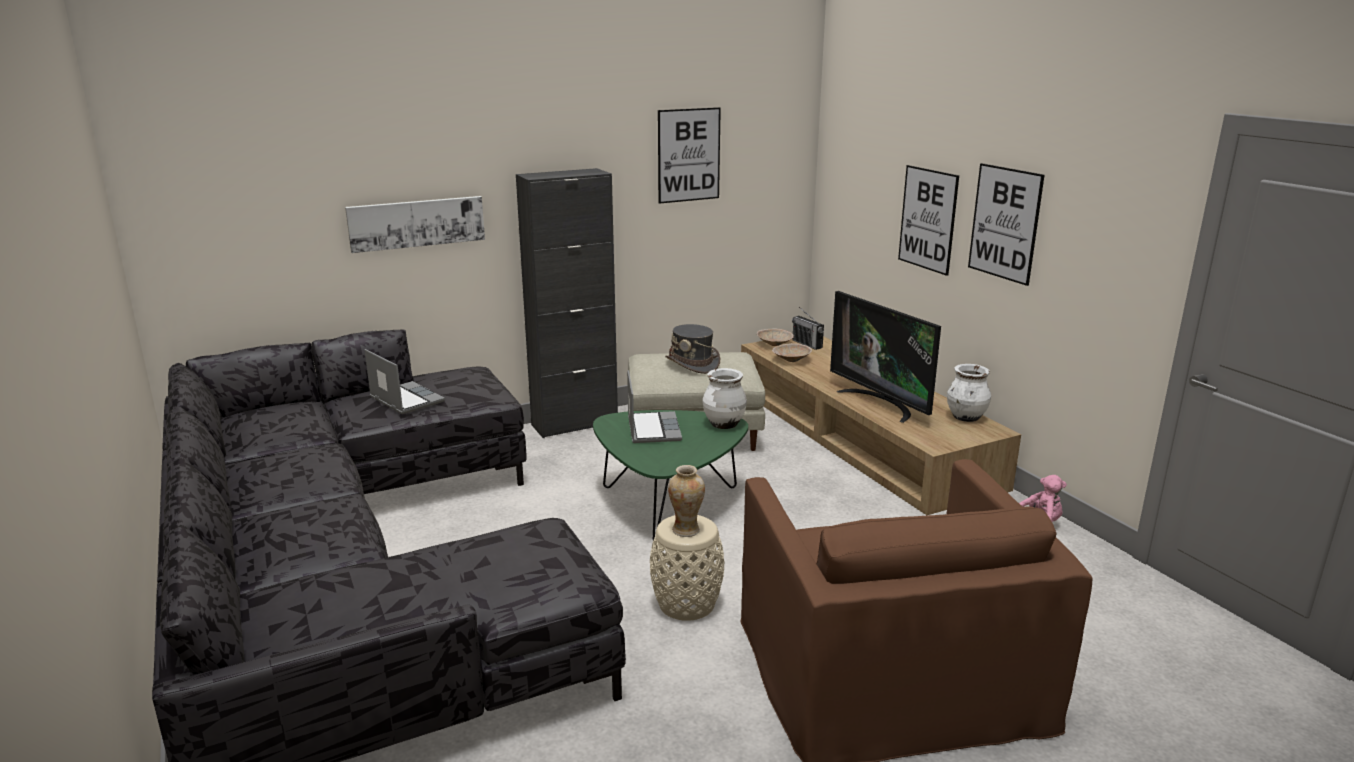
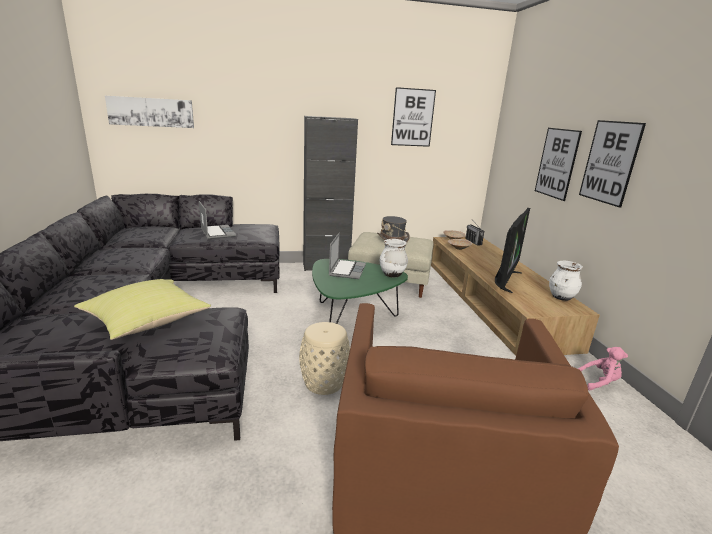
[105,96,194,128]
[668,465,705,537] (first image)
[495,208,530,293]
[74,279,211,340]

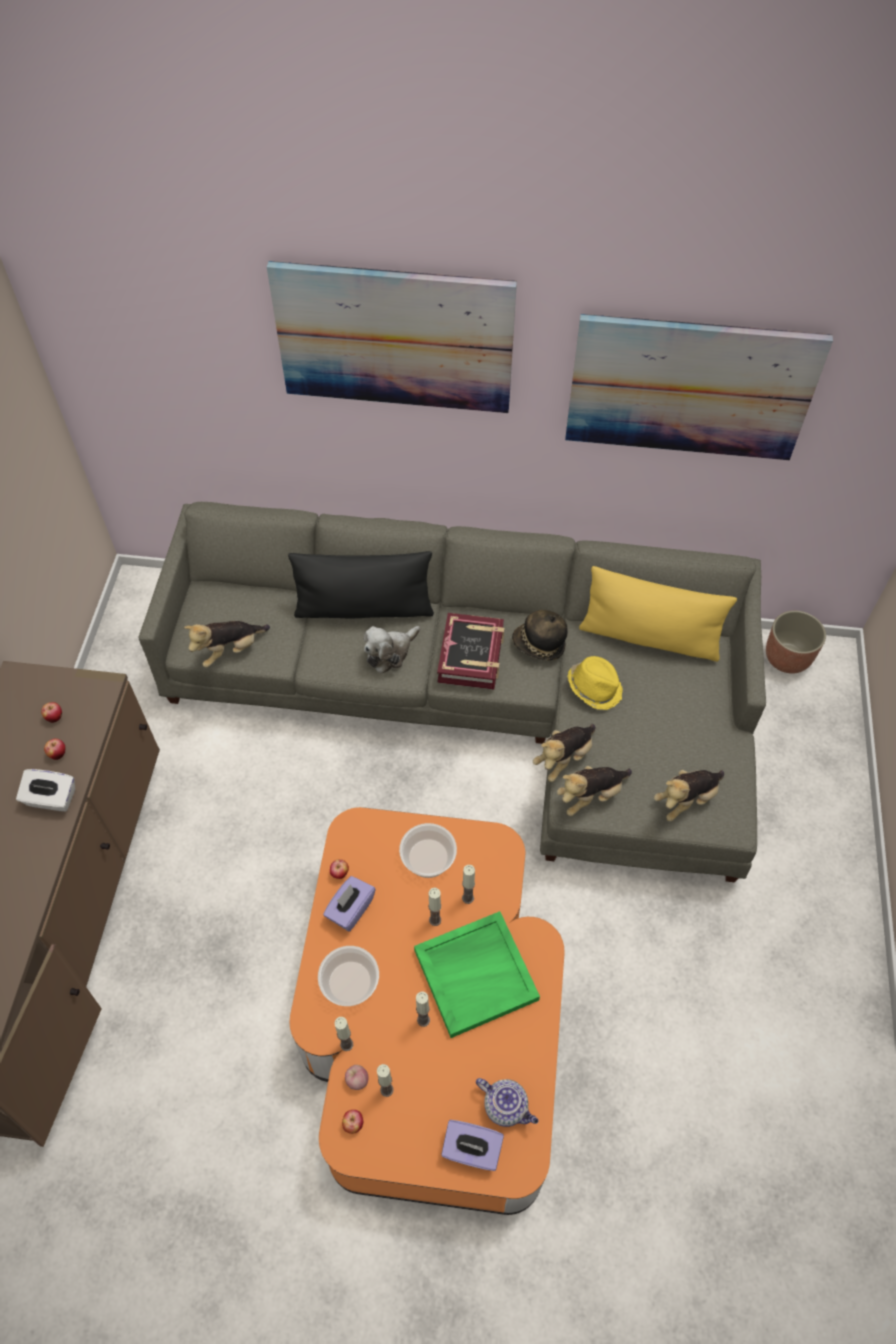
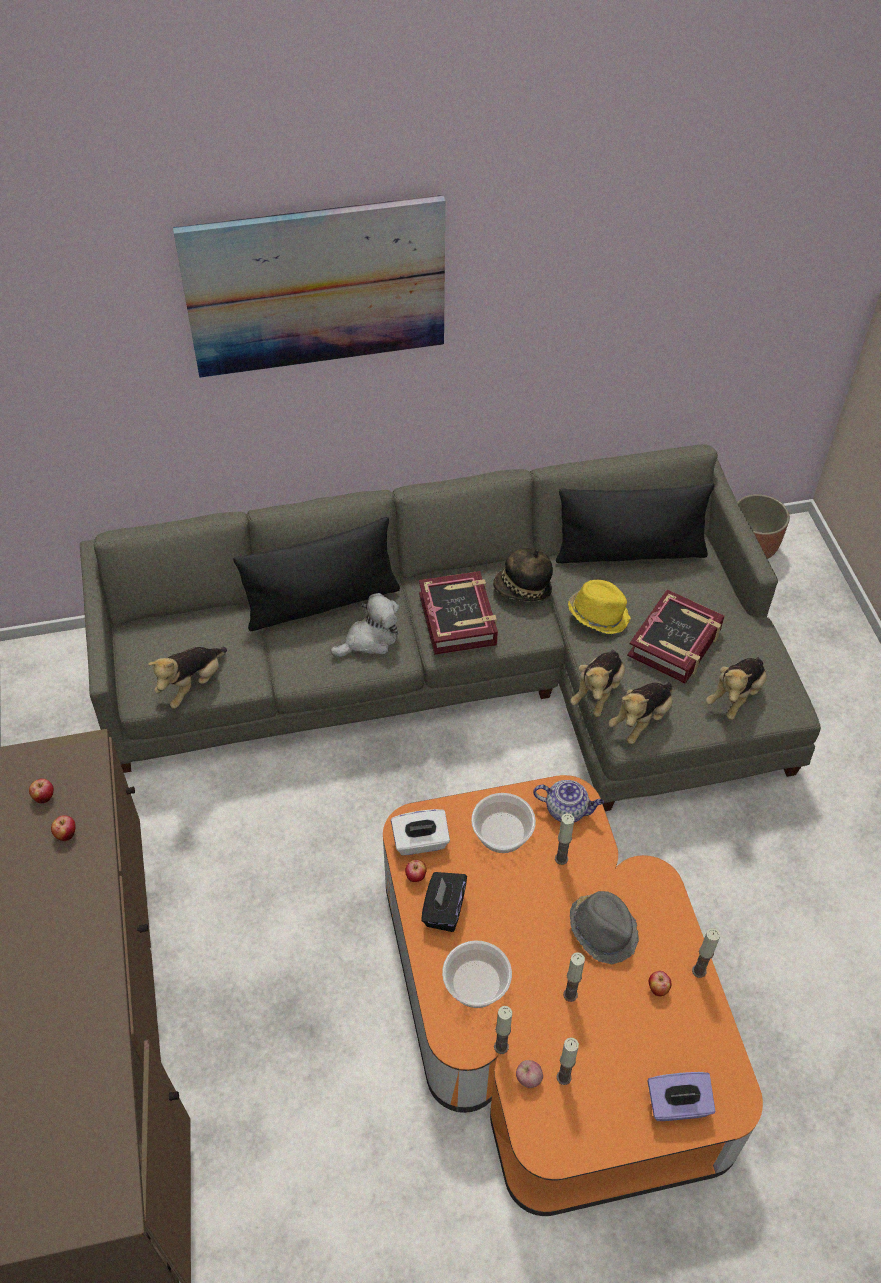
[391,809,450,856]
[421,872,467,932]
[649,971,671,996]
[331,593,399,657]
[570,891,639,964]
[692,928,720,978]
[533,780,604,822]
[565,314,833,460] (first image)
[556,483,714,563]
[627,590,725,684]

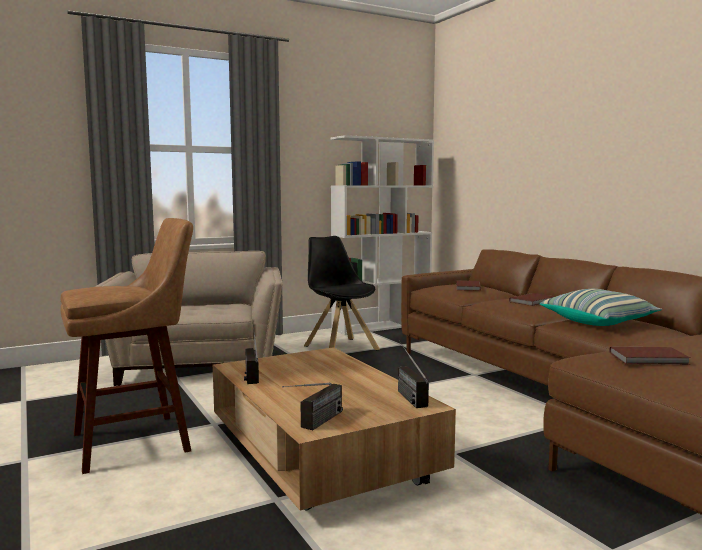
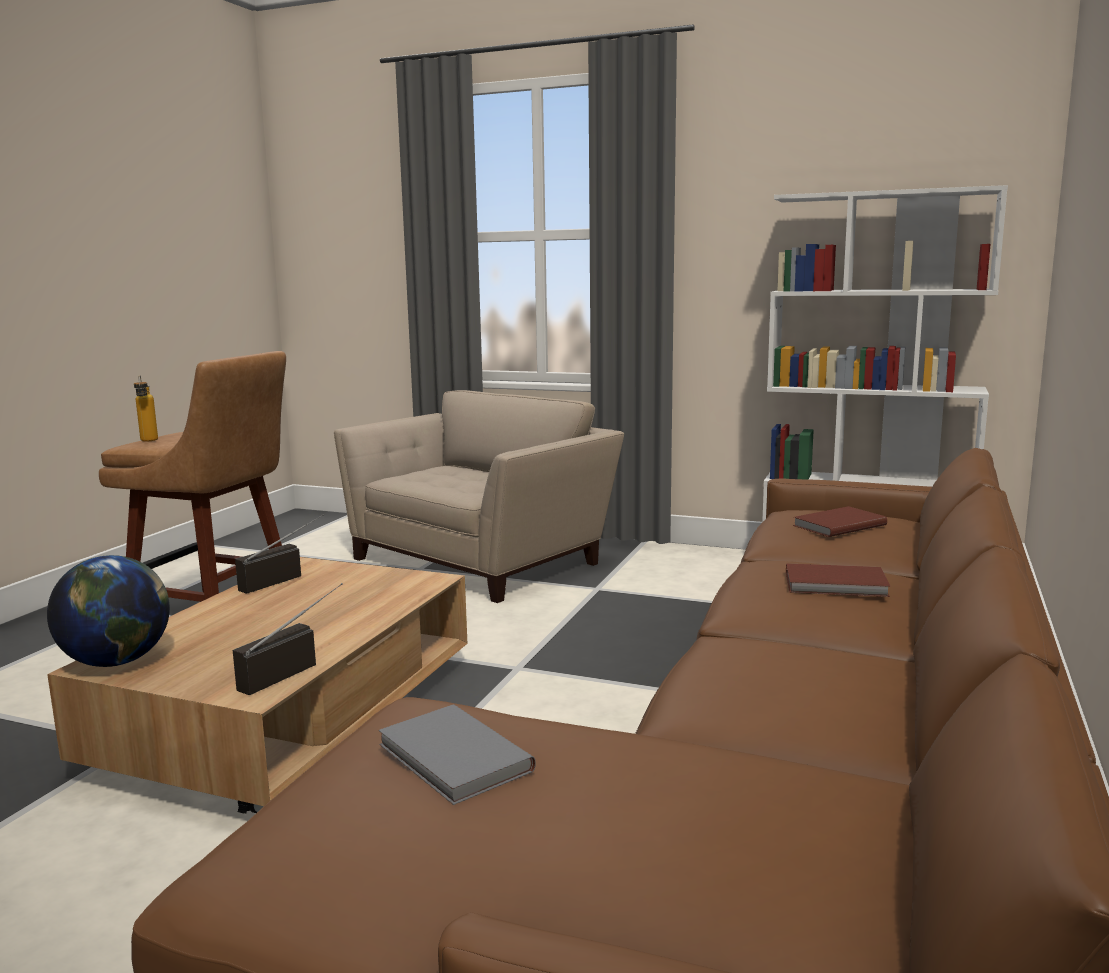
[47,555,170,667]
[304,236,380,350] (first image)
[540,289,662,326] (first image)
[379,705,536,805]
[134,375,158,442]

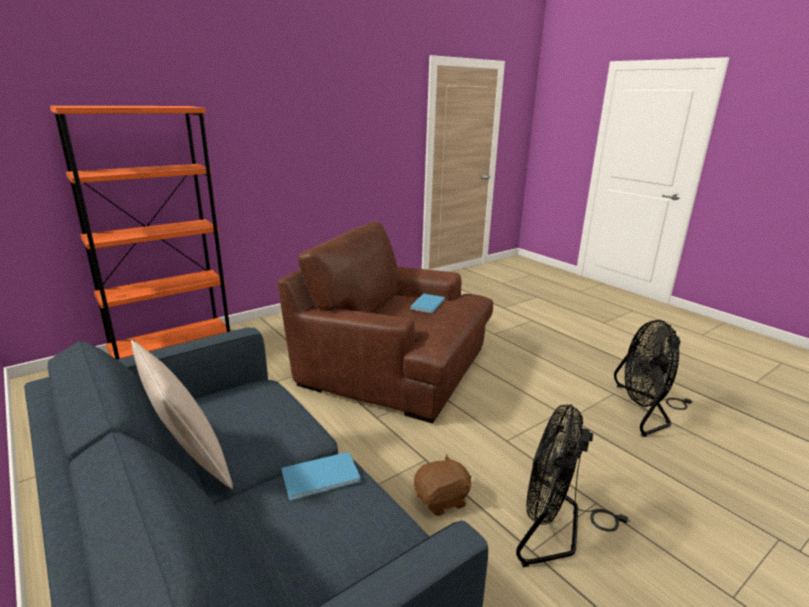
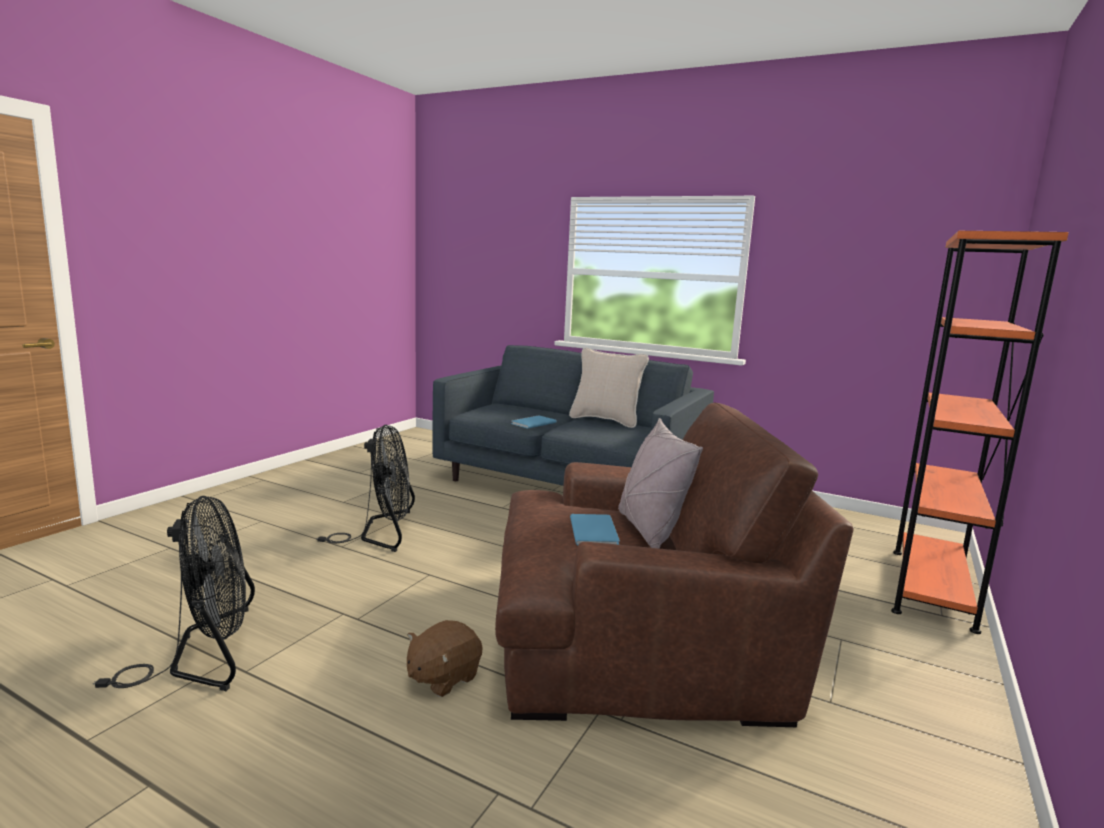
[407,620,483,697]
[618,418,703,549]

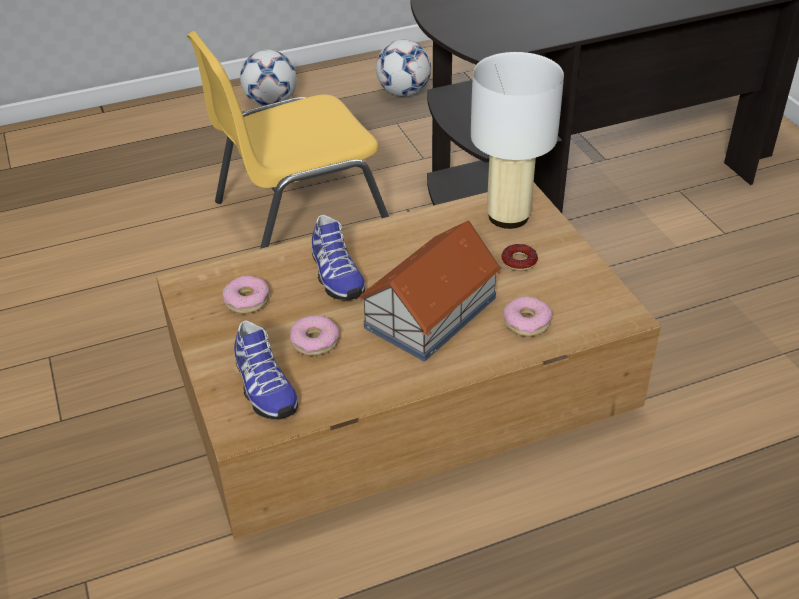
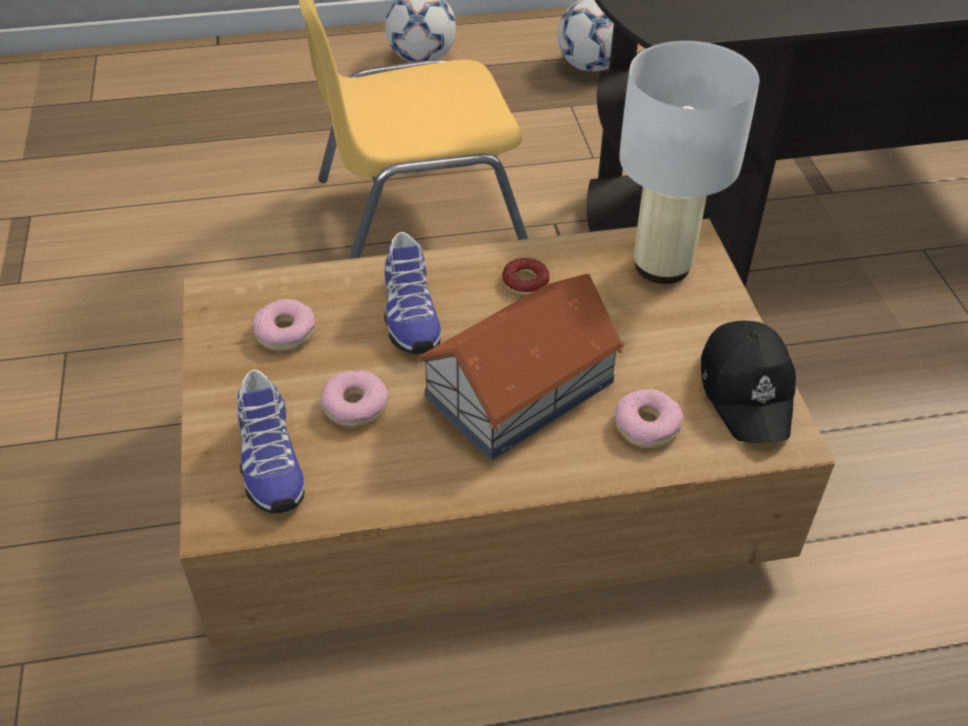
[502,258,550,295]
[701,321,796,443]

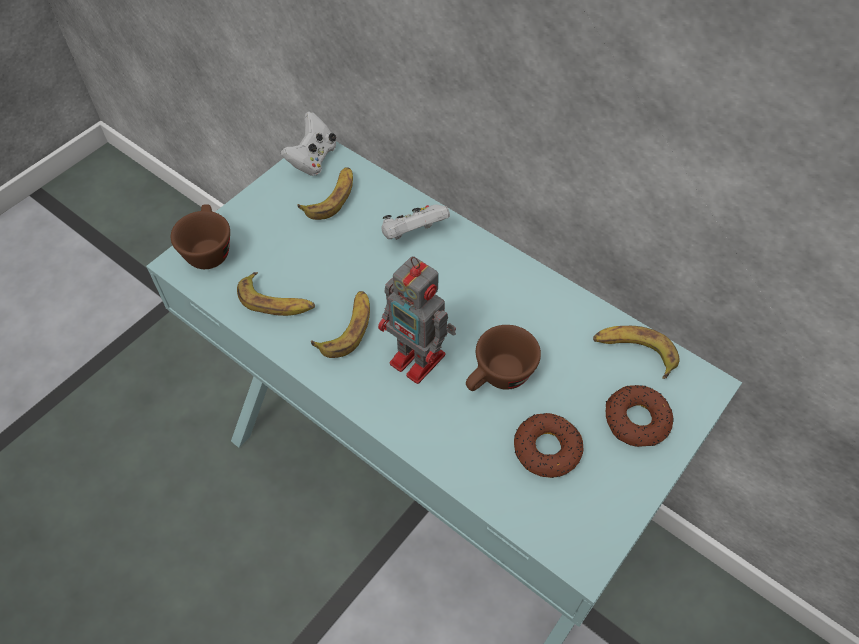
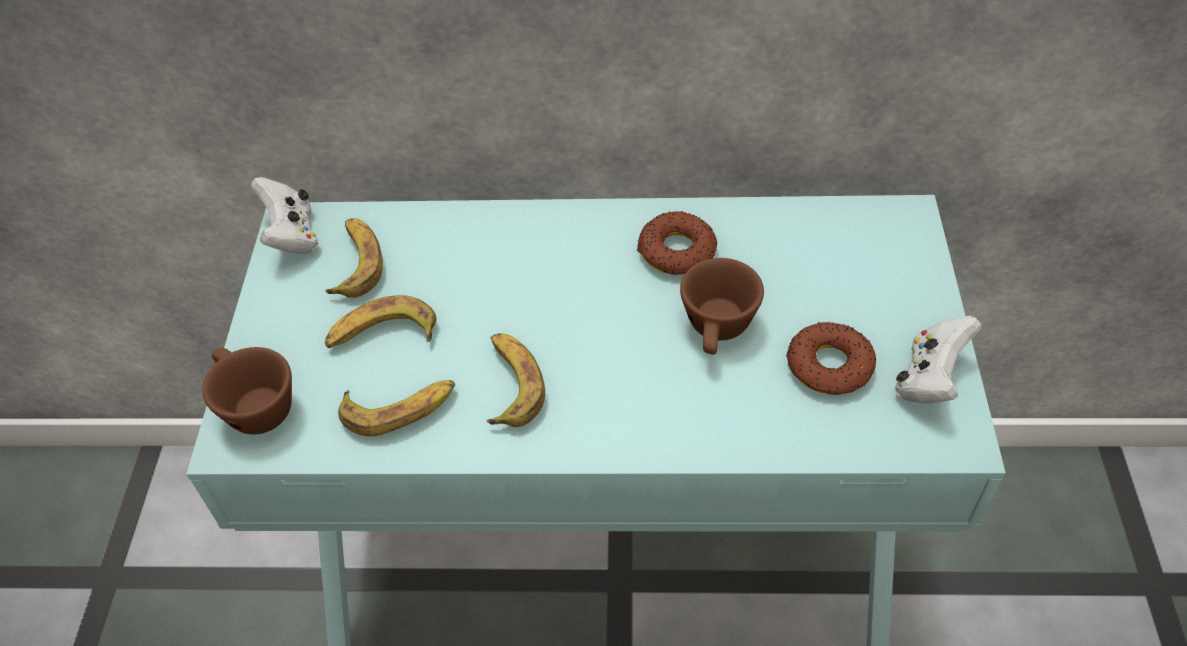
[378,256,456,384] (first image)
[895,316,981,404]
[325,295,437,348]
[637,211,717,275]

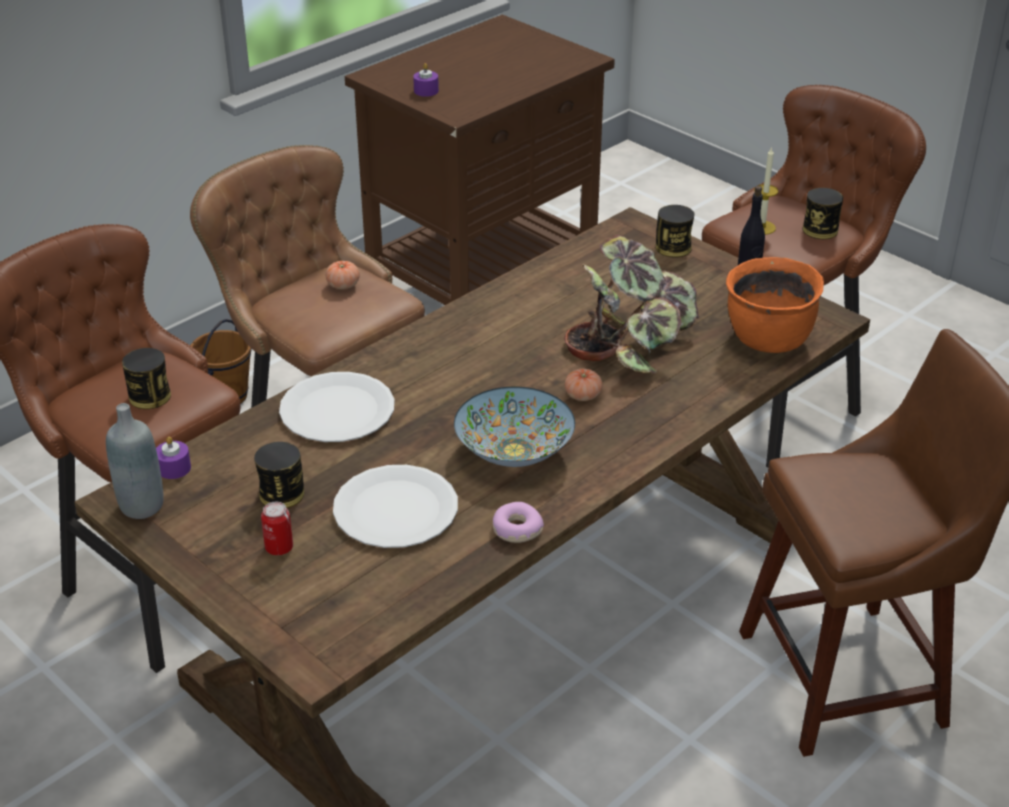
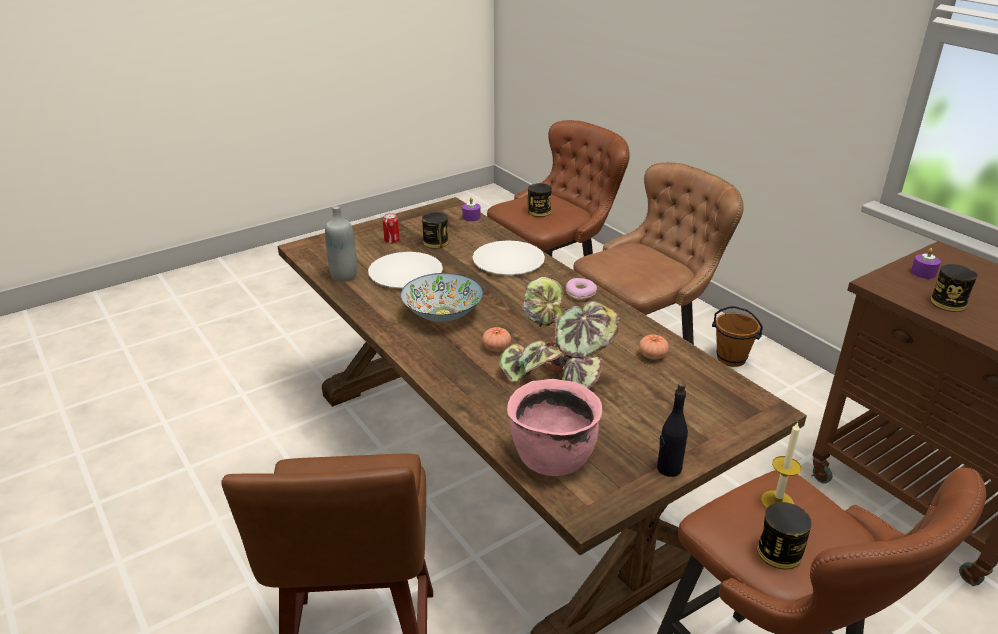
[325,206,357,282]
[639,335,669,359]
[566,278,597,300]
[930,264,978,312]
[507,379,602,476]

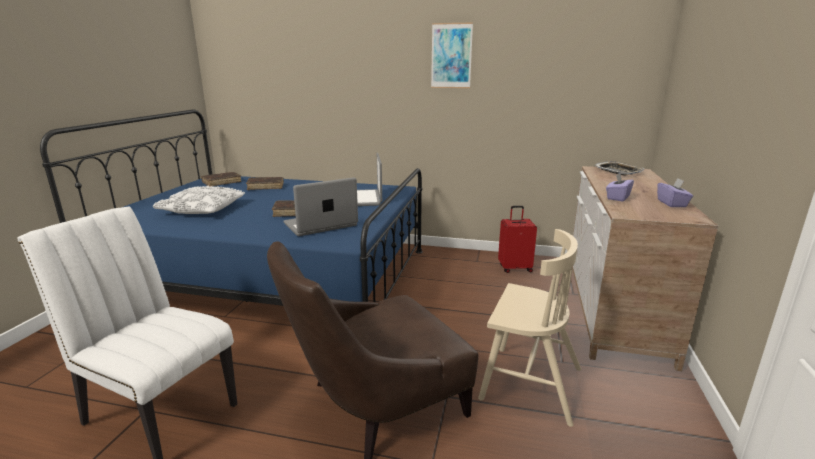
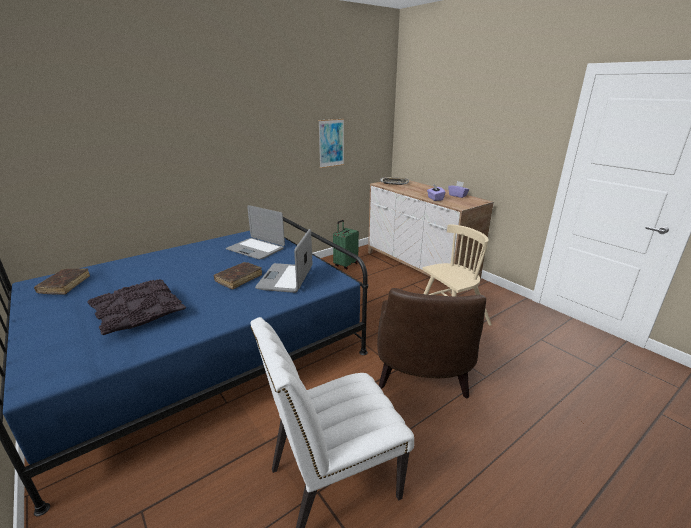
[87,279,186,335]
[246,177,284,190] (first image)
[318,119,344,168]
[333,220,359,269]

